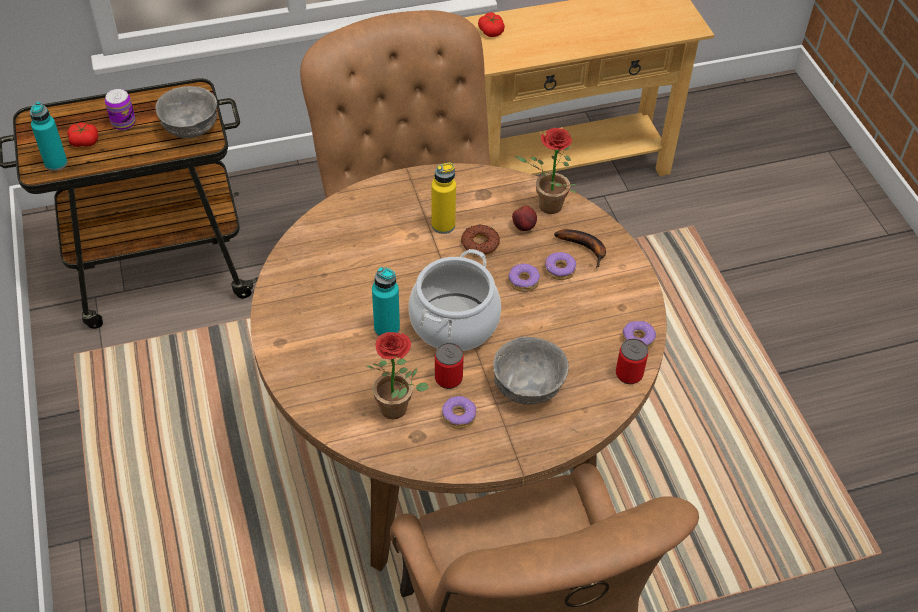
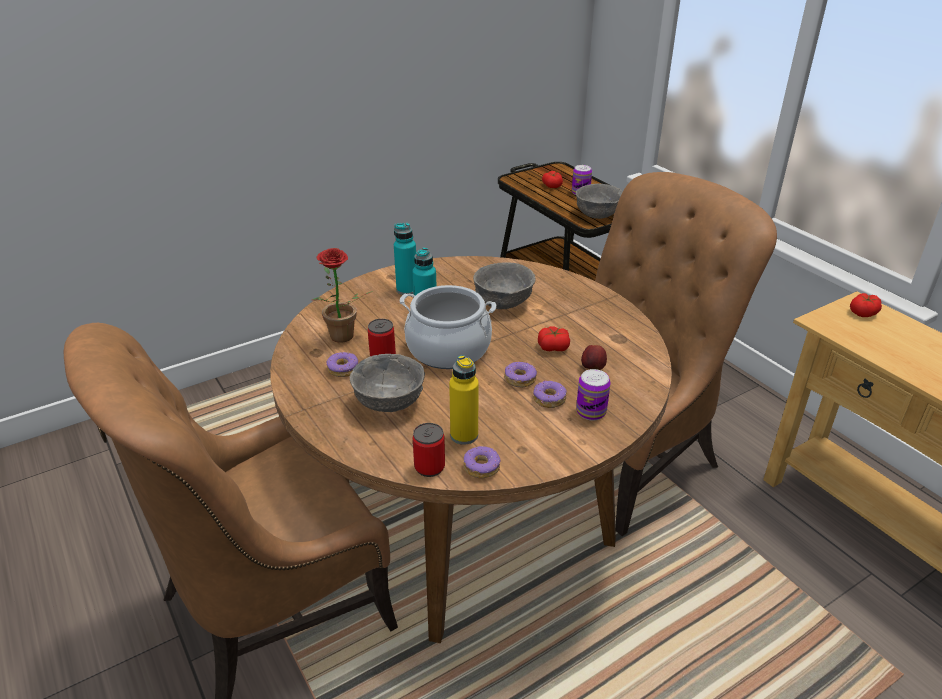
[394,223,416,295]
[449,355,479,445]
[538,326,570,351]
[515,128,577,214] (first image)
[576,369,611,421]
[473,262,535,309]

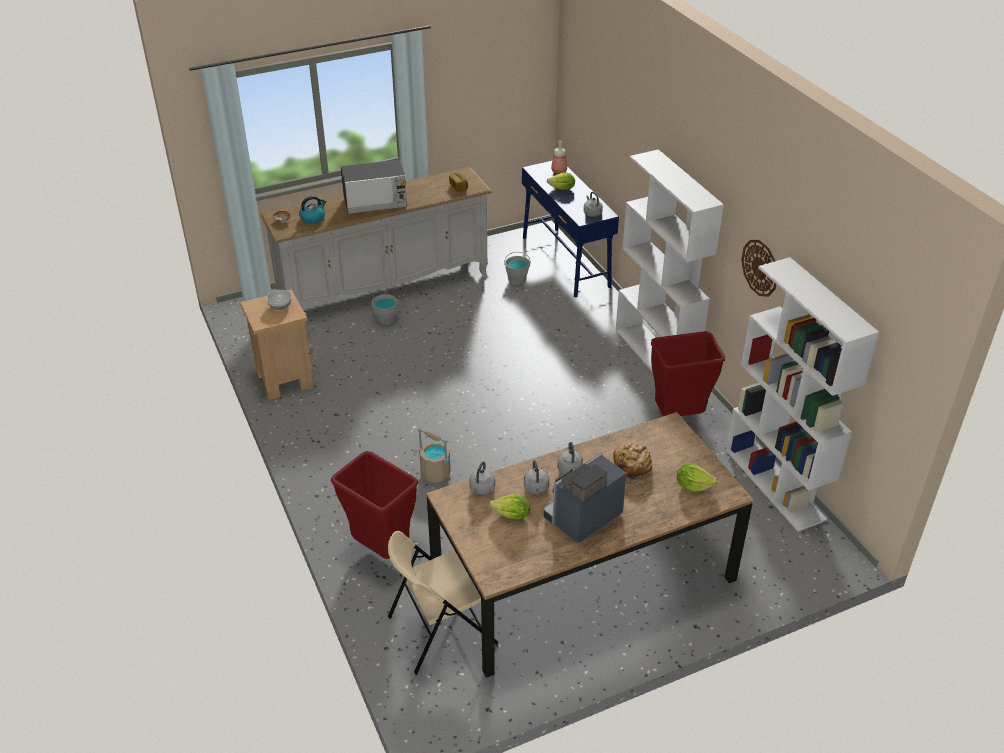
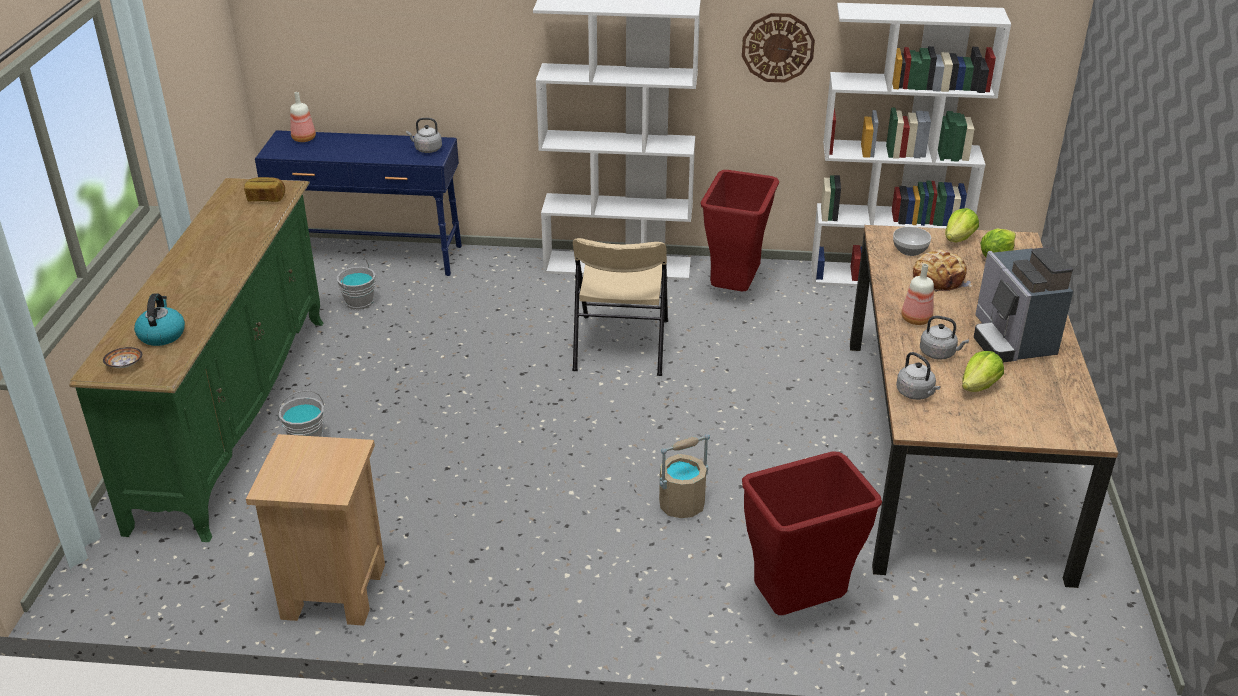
[69,178,324,542]
[893,227,931,256]
[341,159,407,214] (first image)
[572,238,668,376]
[945,208,979,242]
[901,264,934,325]

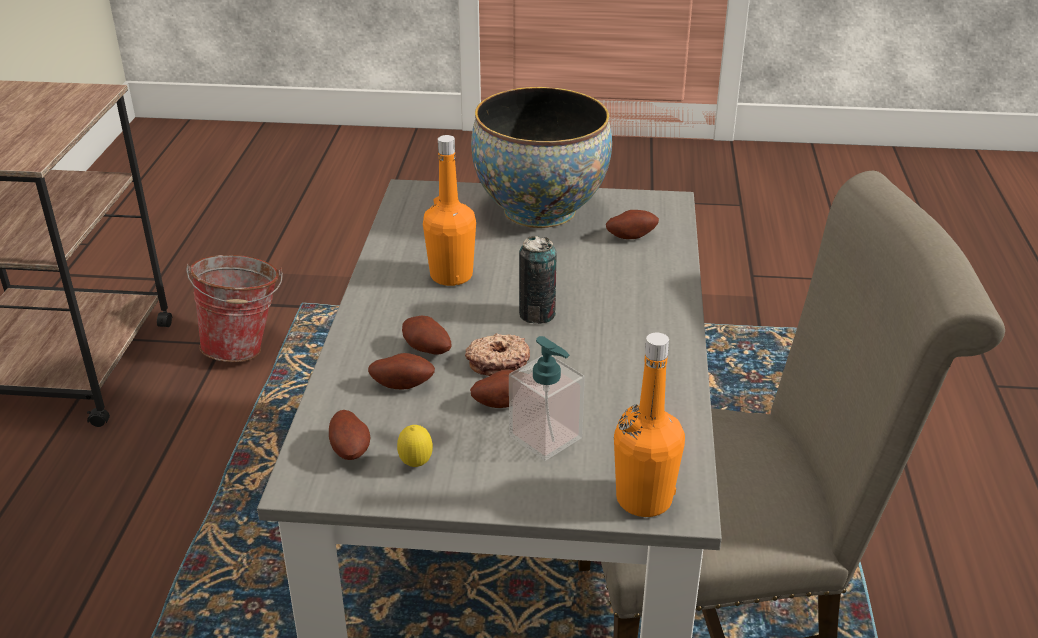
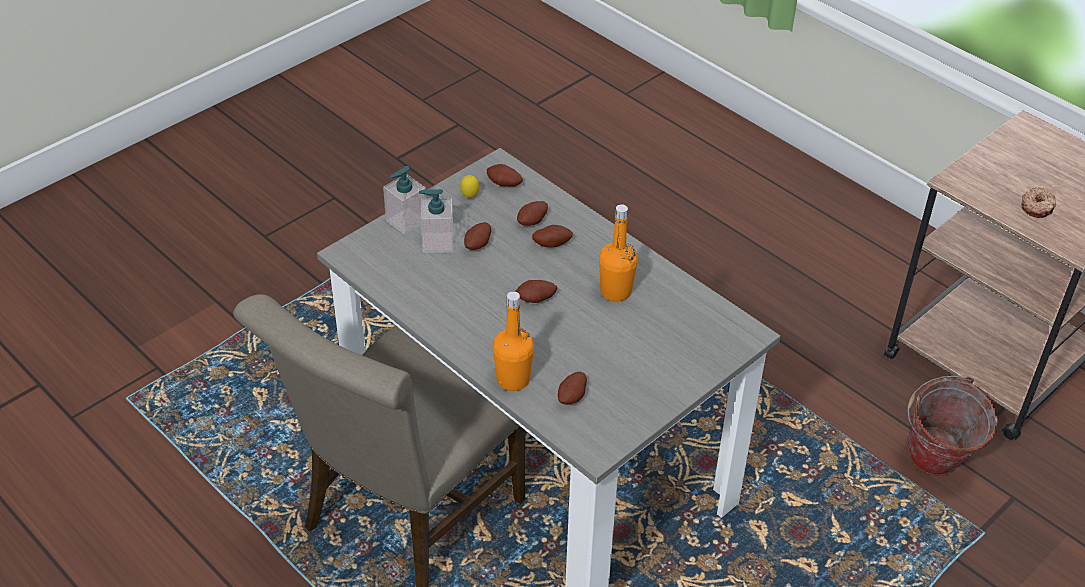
[1021,187,1056,218]
[471,87,612,228] (first image)
[515,280,557,303]
[493,291,534,391]
[383,166,426,235]

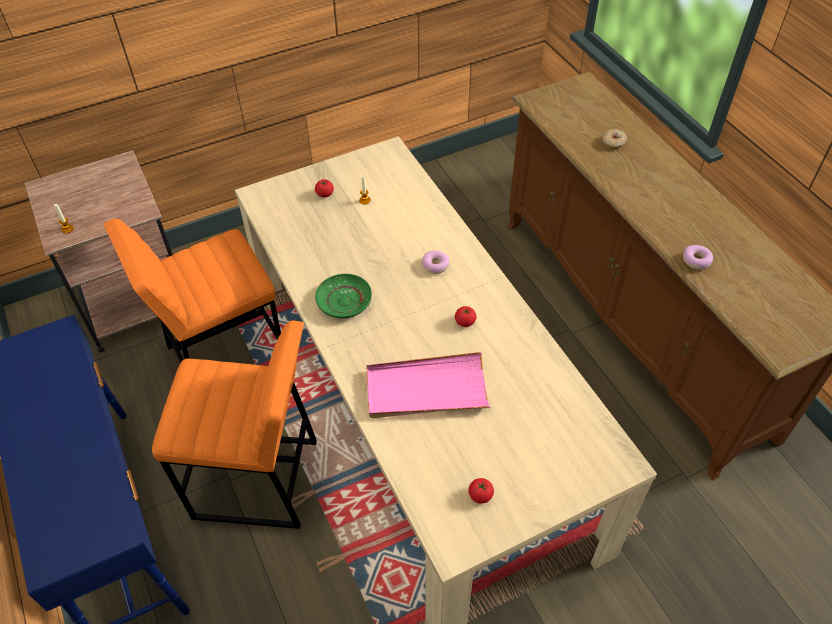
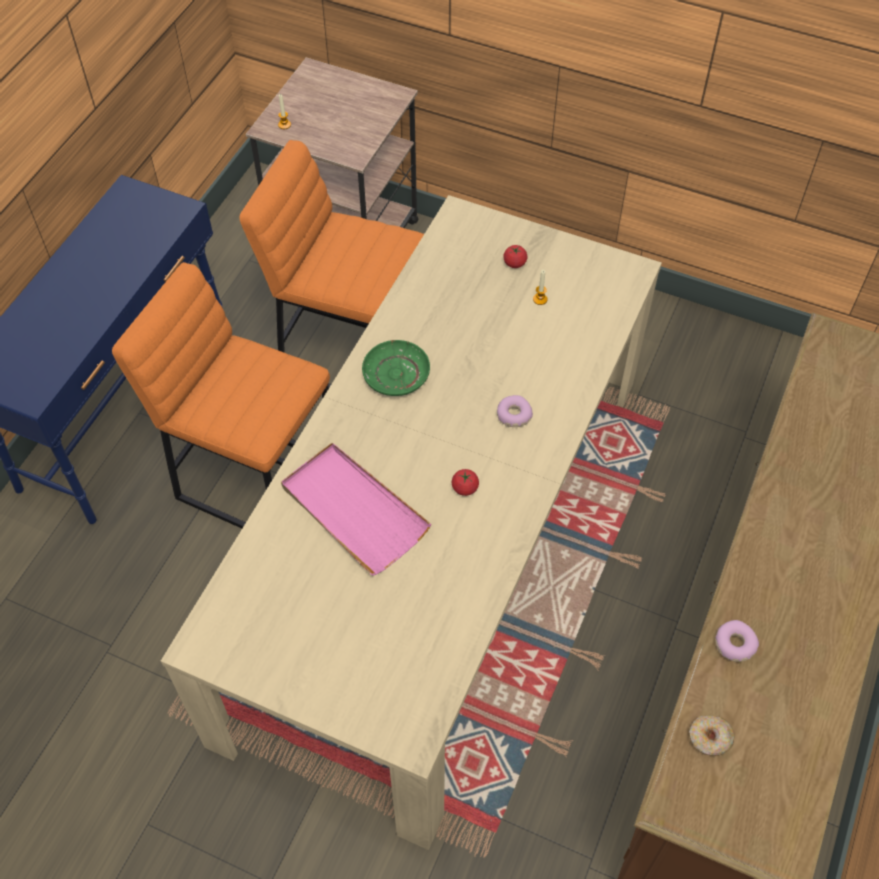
[112,262,330,528]
[468,478,494,504] (first image)
[689,715,734,756]

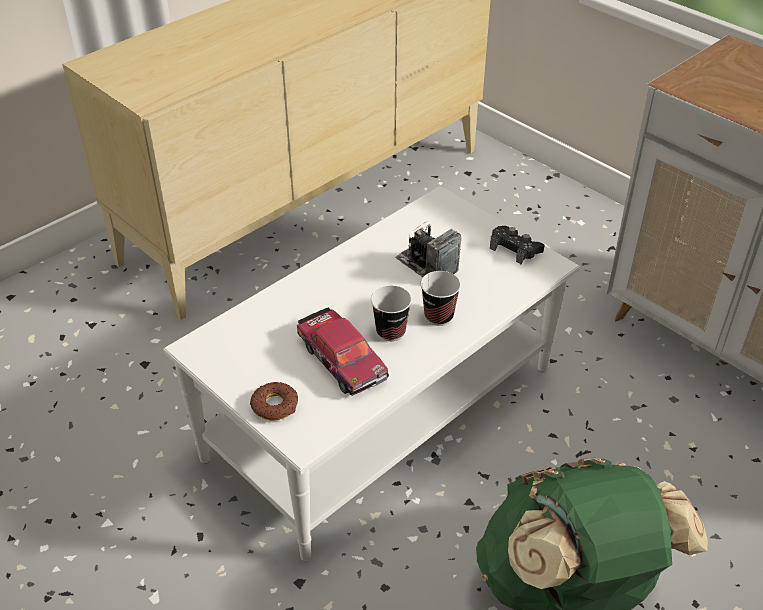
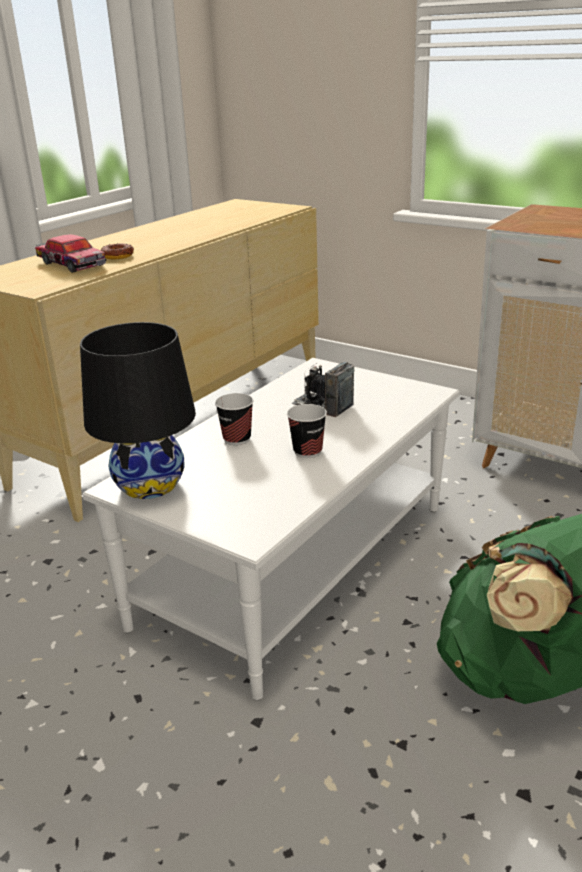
[101,243,134,259]
[35,234,106,273]
[215,393,253,445]
[490,226,545,264] (first image)
[80,322,196,499]

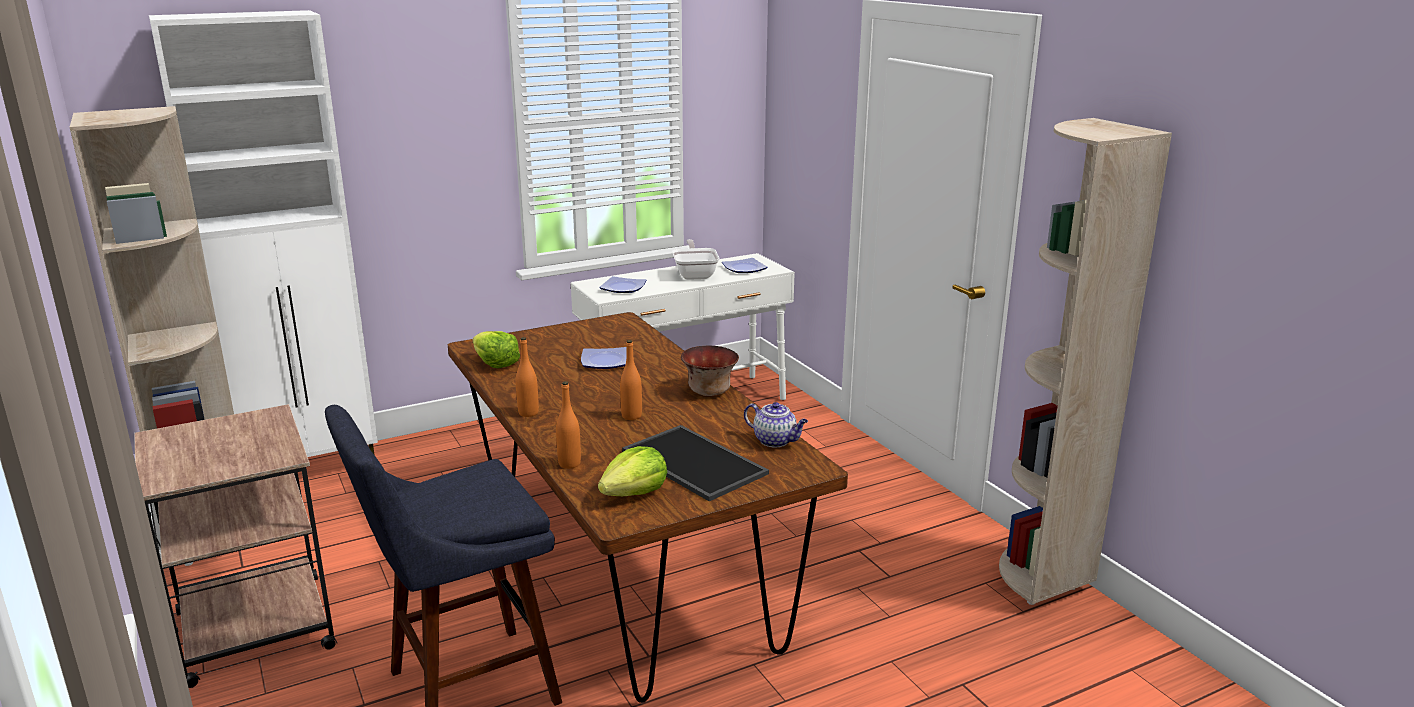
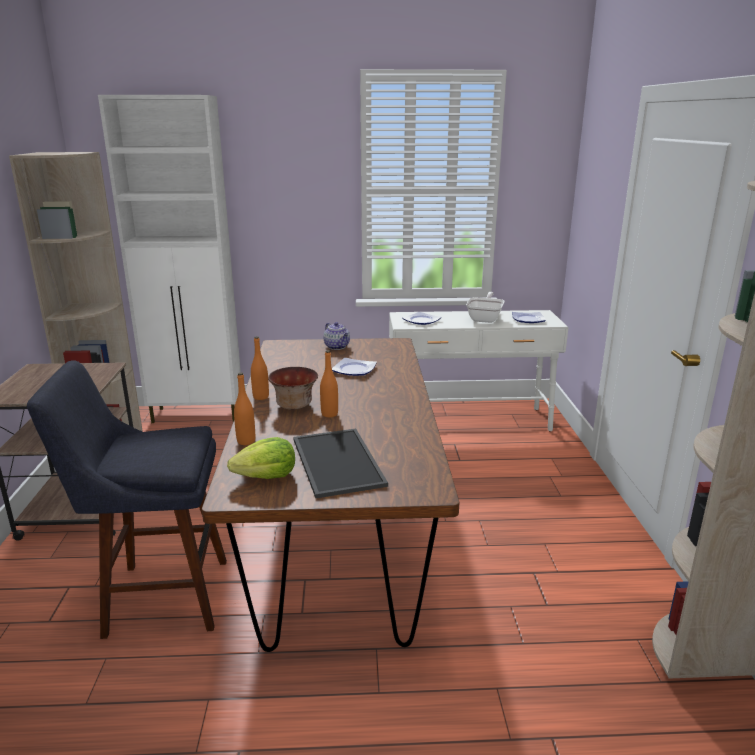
[473,331,520,368] (first image)
[268,367,318,410]
[323,322,350,350]

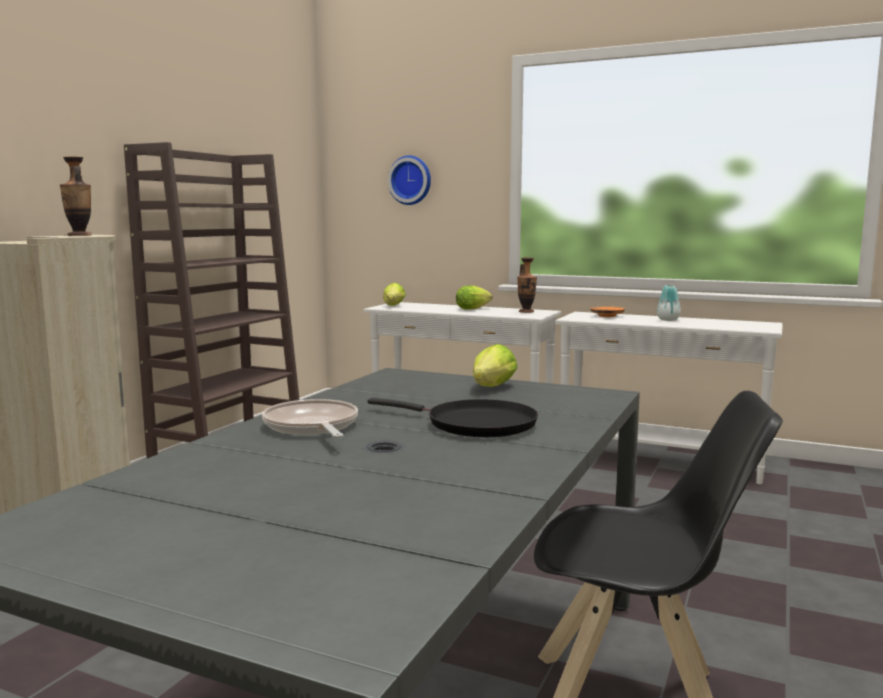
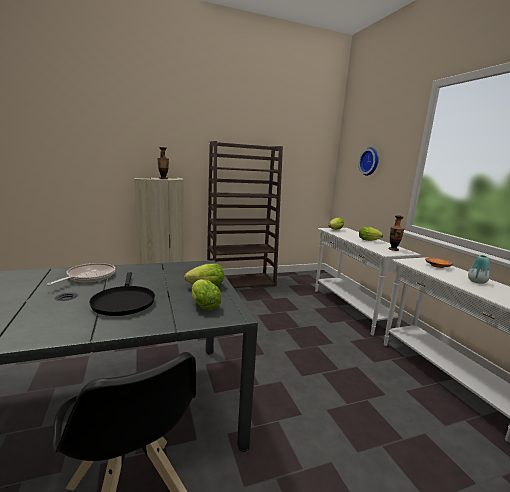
[192,279,221,310]

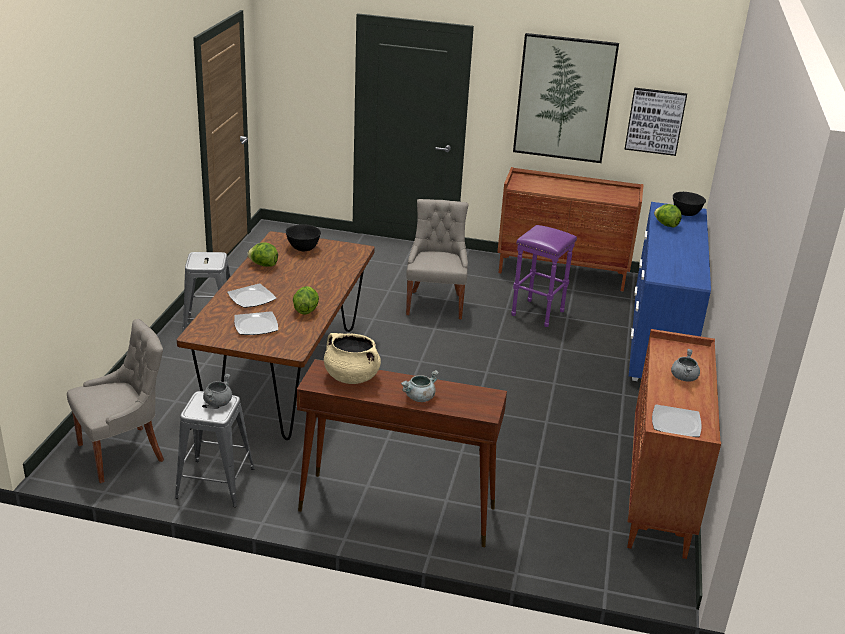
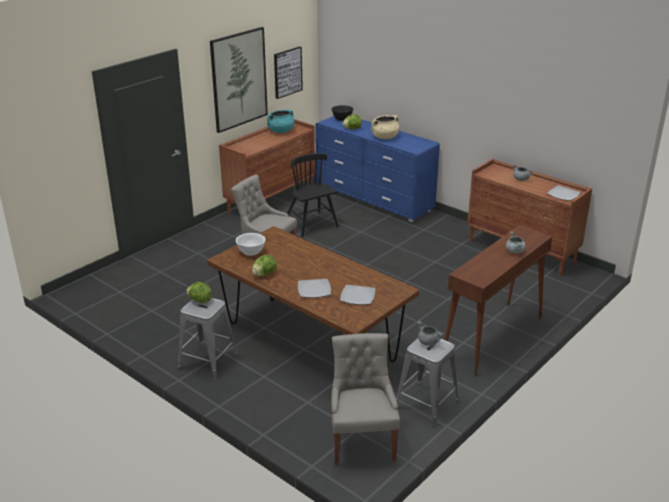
[236,233,265,256]
[186,282,212,303]
[371,115,400,139]
[287,153,339,237]
[267,110,295,133]

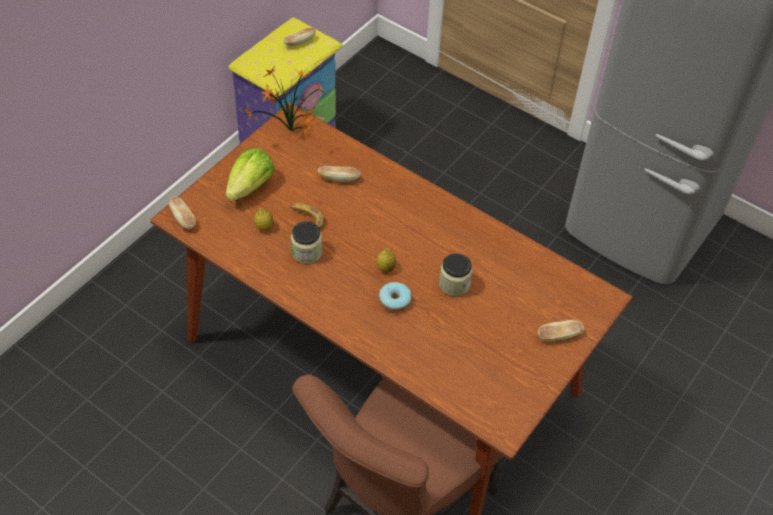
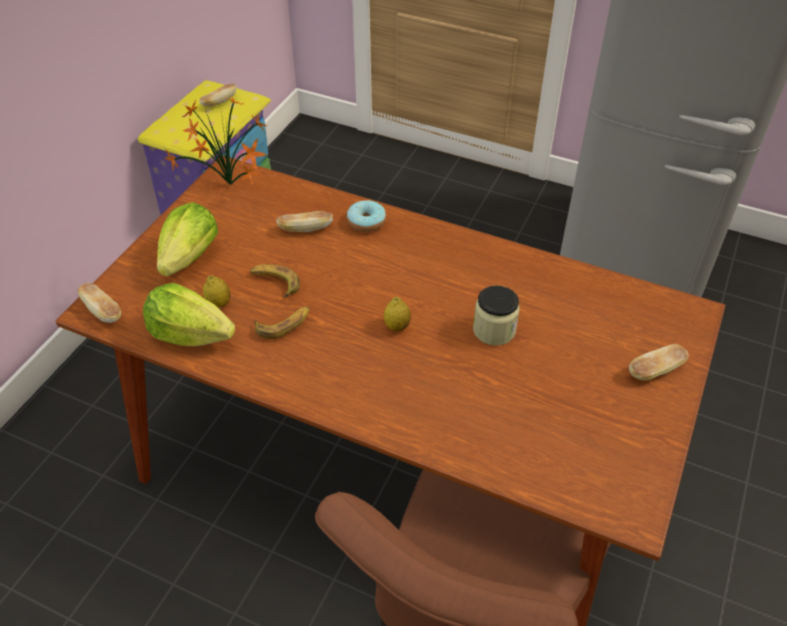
[254,306,310,339]
[347,200,386,232]
[143,283,235,346]

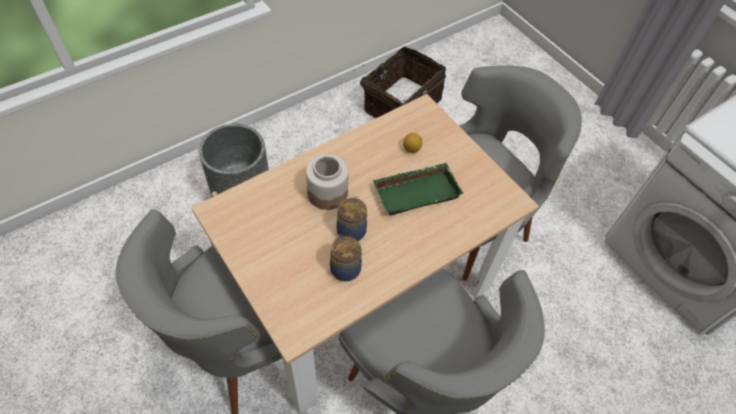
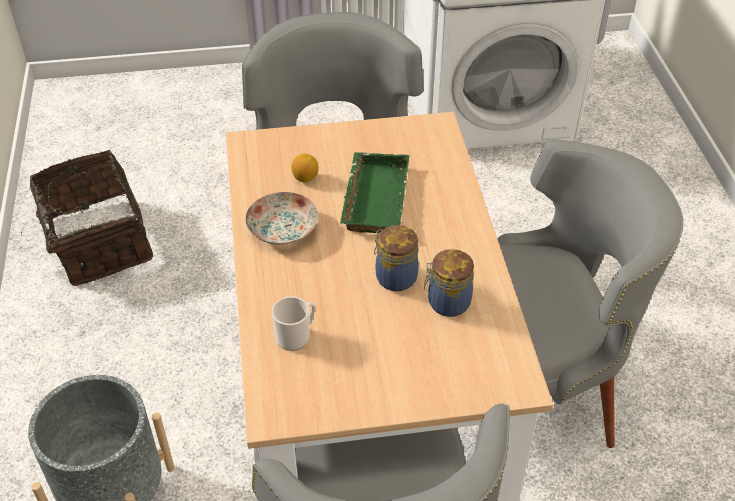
[306,154,349,210] (first image)
[246,192,318,245]
[271,296,315,351]

